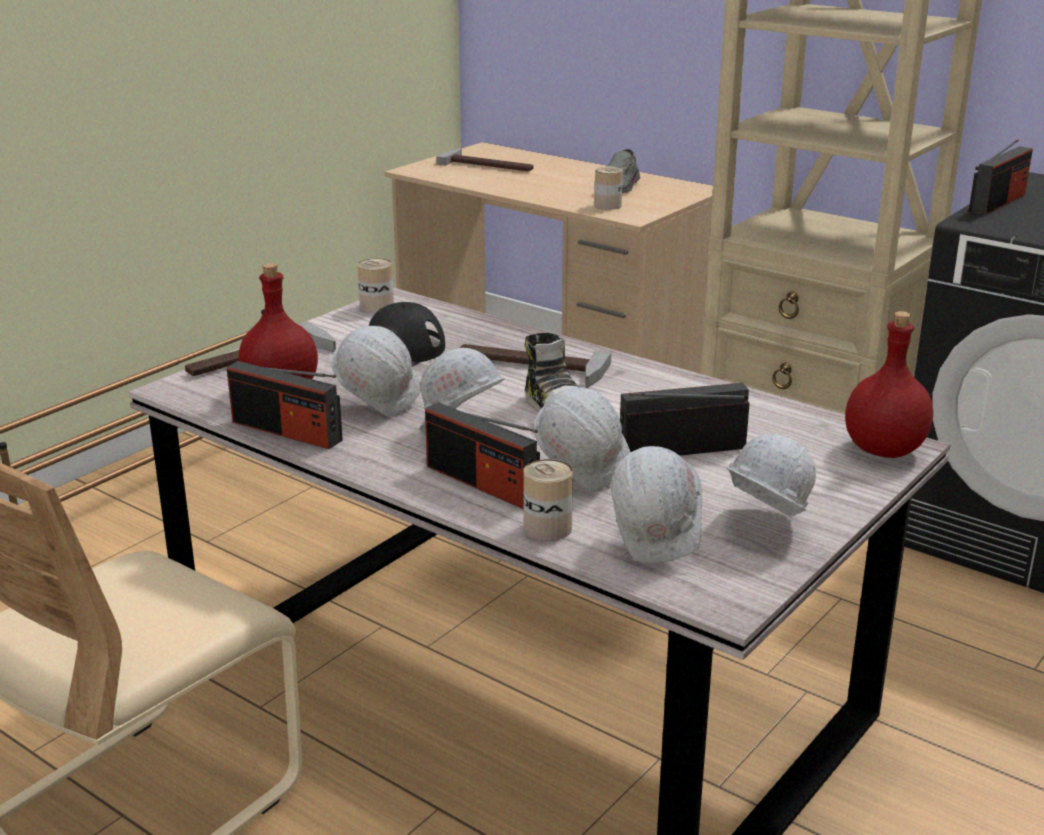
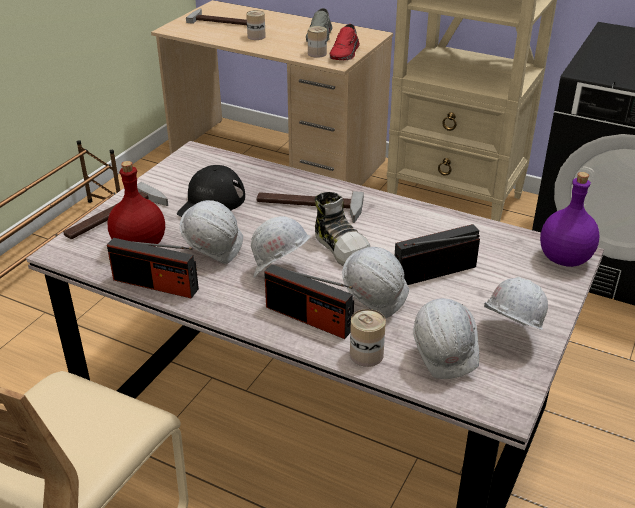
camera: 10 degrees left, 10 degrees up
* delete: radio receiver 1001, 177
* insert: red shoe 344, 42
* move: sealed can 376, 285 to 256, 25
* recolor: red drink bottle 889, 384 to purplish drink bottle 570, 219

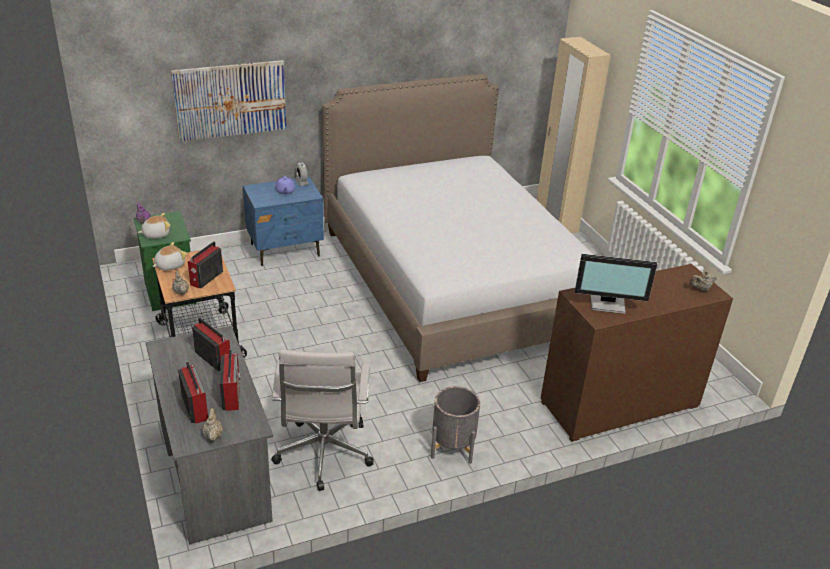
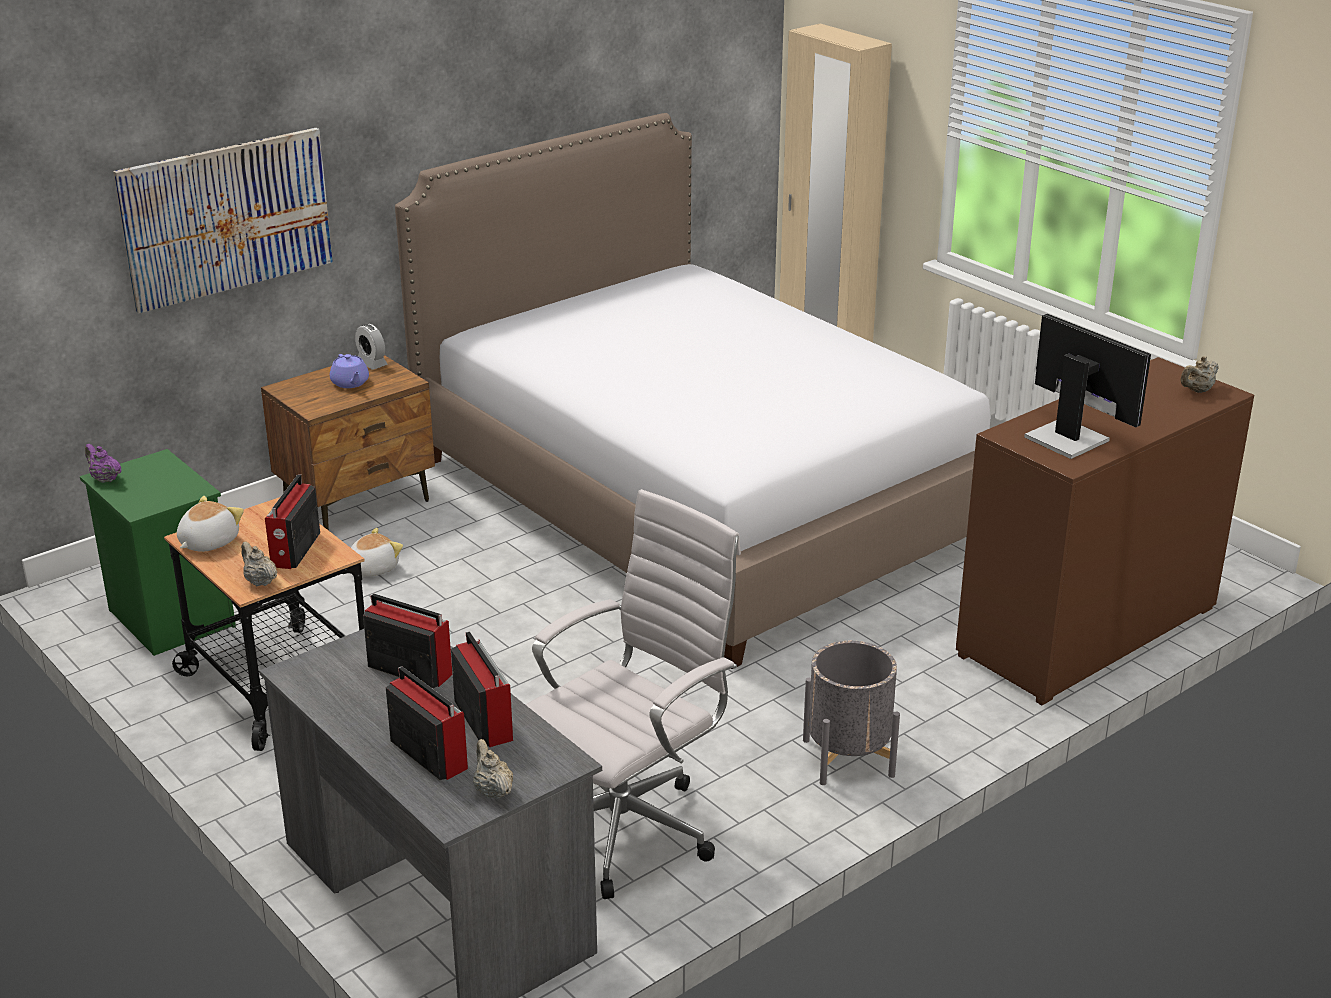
camera: 15 degrees left, 5 degrees down
* move: cuddly toy 154, 225 to 377, 552
* recolor: blue-coloured bedside table 283, 221 to brown bedside table 348, 443
* rotate: whitish desk chair 323, 420 = 633, 694 120 degrees counterclockwise
* rotate: computer display 616, 284 = 1087, 386 120 degrees counterclockwise

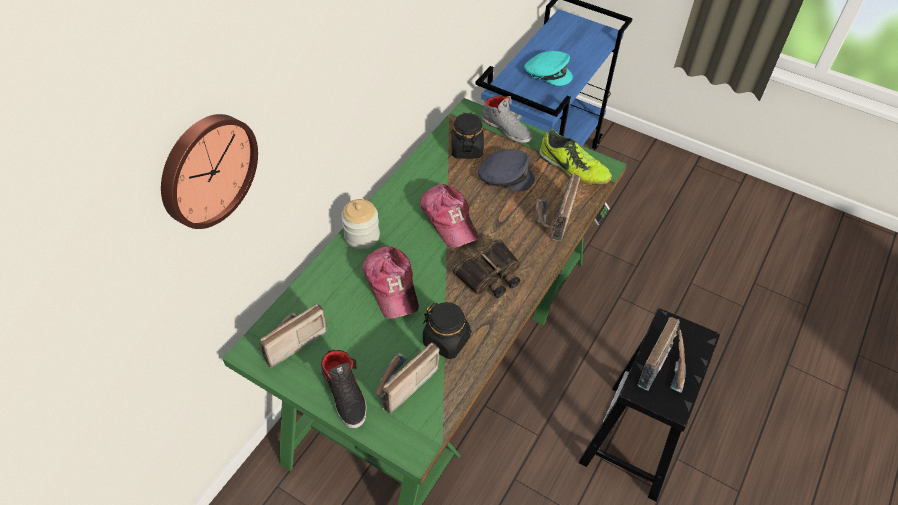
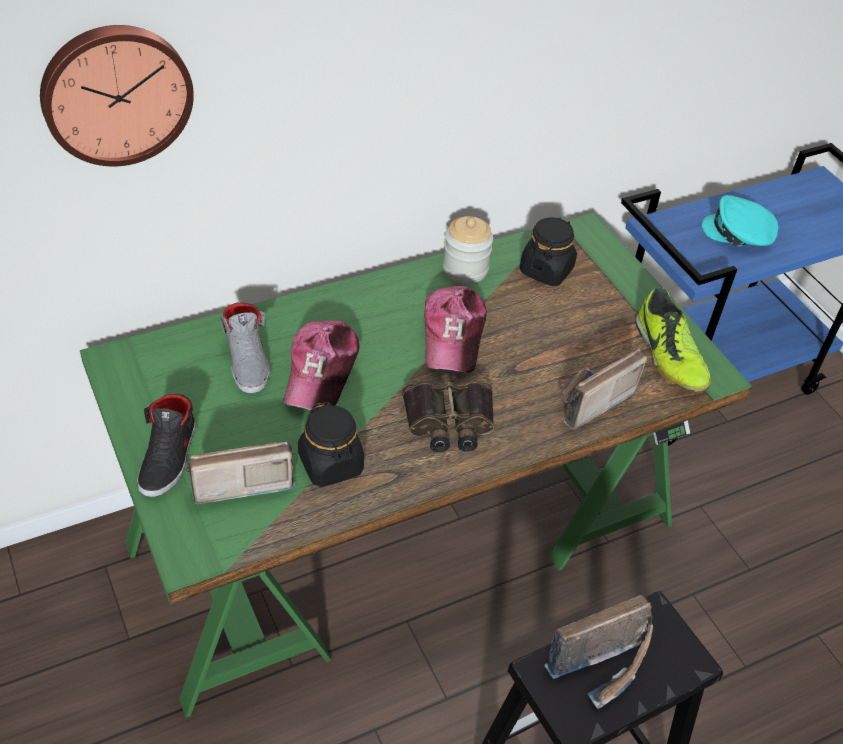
camera: 30 degrees right, 5 degrees down
* delete: radio receiver 293, 336
* delete: greyish baseball cap 506, 170
* move: jar 360, 224 to 468, 250
* move: greyish shoe 507, 119 to 244, 347
* rotate: blue-green baseball cap 548, 68 = 740, 221 135 degrees clockwise

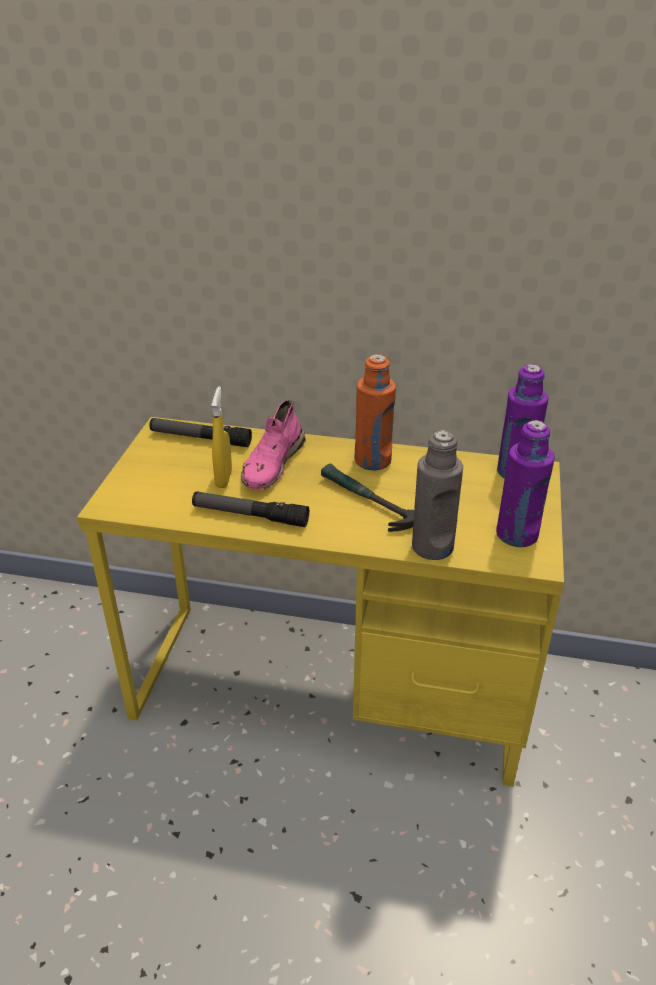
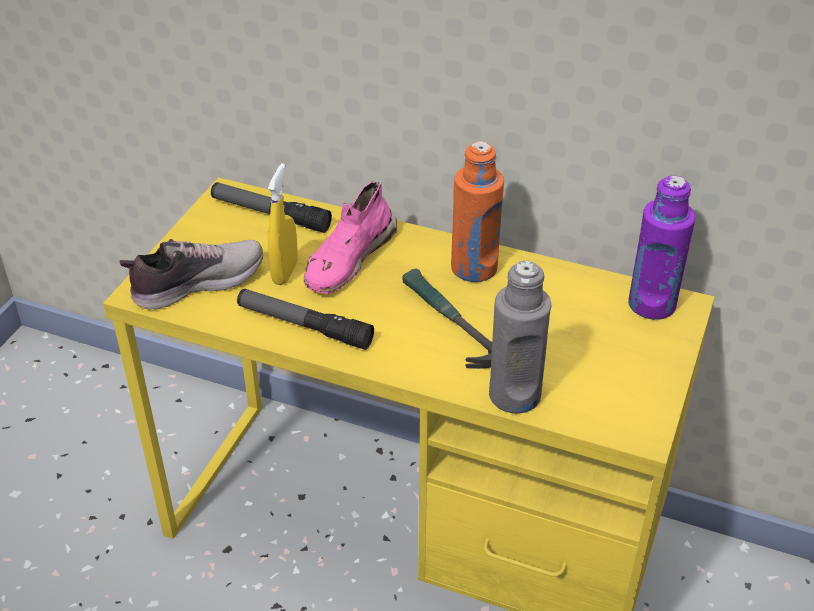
camera: 10 degrees right, 5 degrees up
* delete: purplish drink bottle 525, 483
* insert: shoe 191, 274

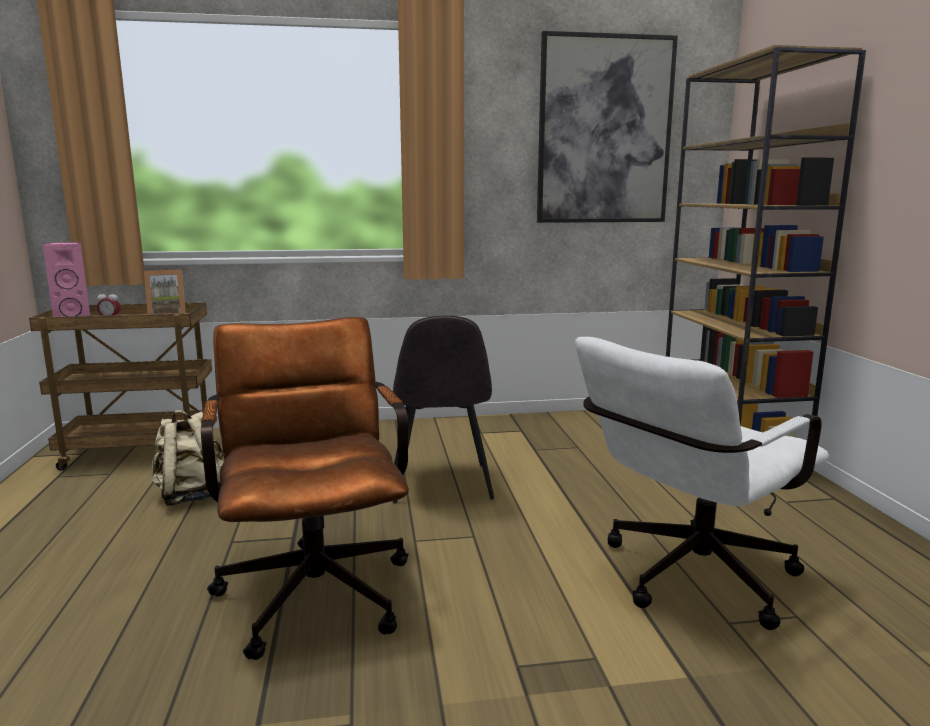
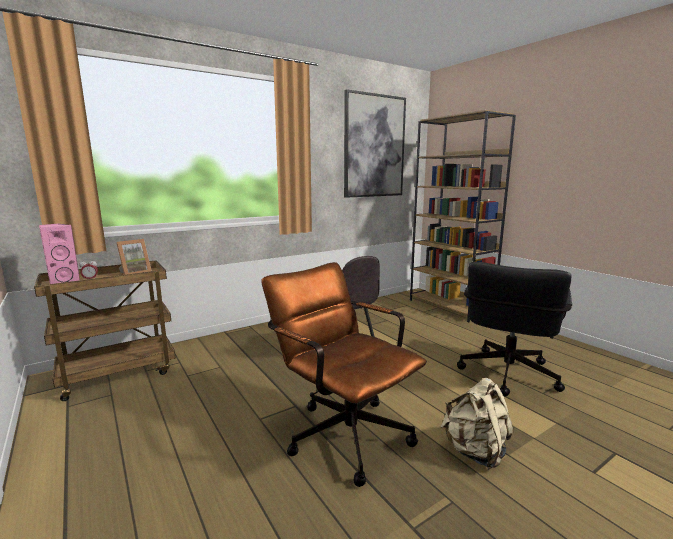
camera: 25 degrees left, 0 degrees up
* move: beige rucksack 188, 458 to 477, 424
* recolor: whitish desk chair 702, 483 to blackish desk chair 514, 329

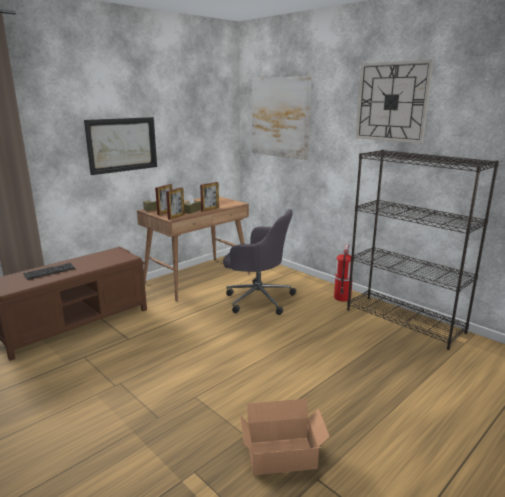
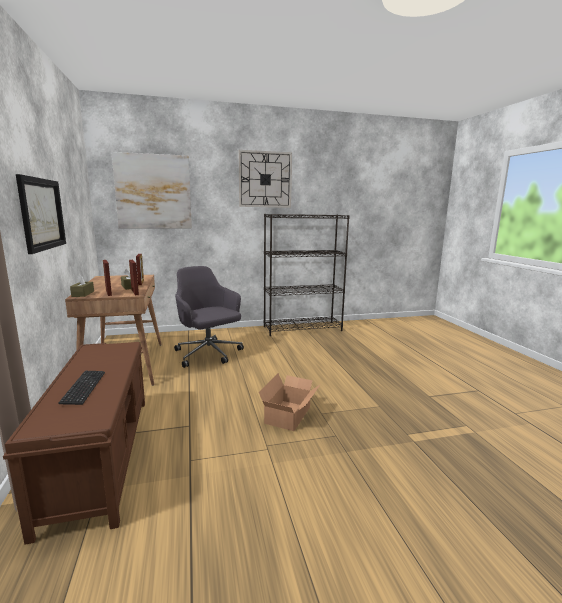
camera: 60 degrees left, 5 degrees down
* delete: fire extinguisher 344, 272
* move: cardboard box 285, 437 to 290, 402
* rotate: greyish desk chair 259, 262 = 209, 317 90 degrees counterclockwise

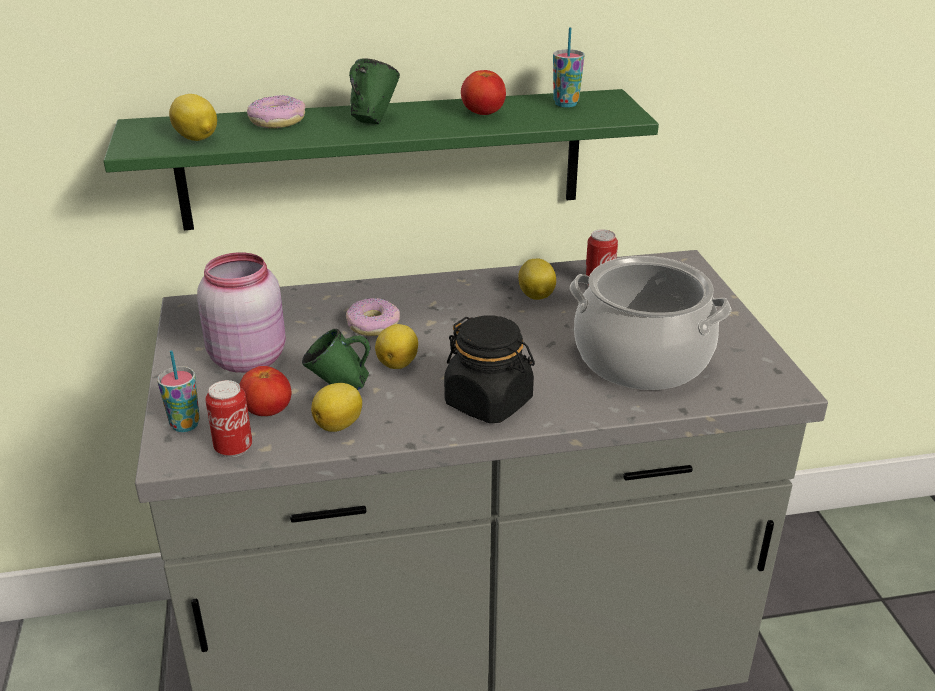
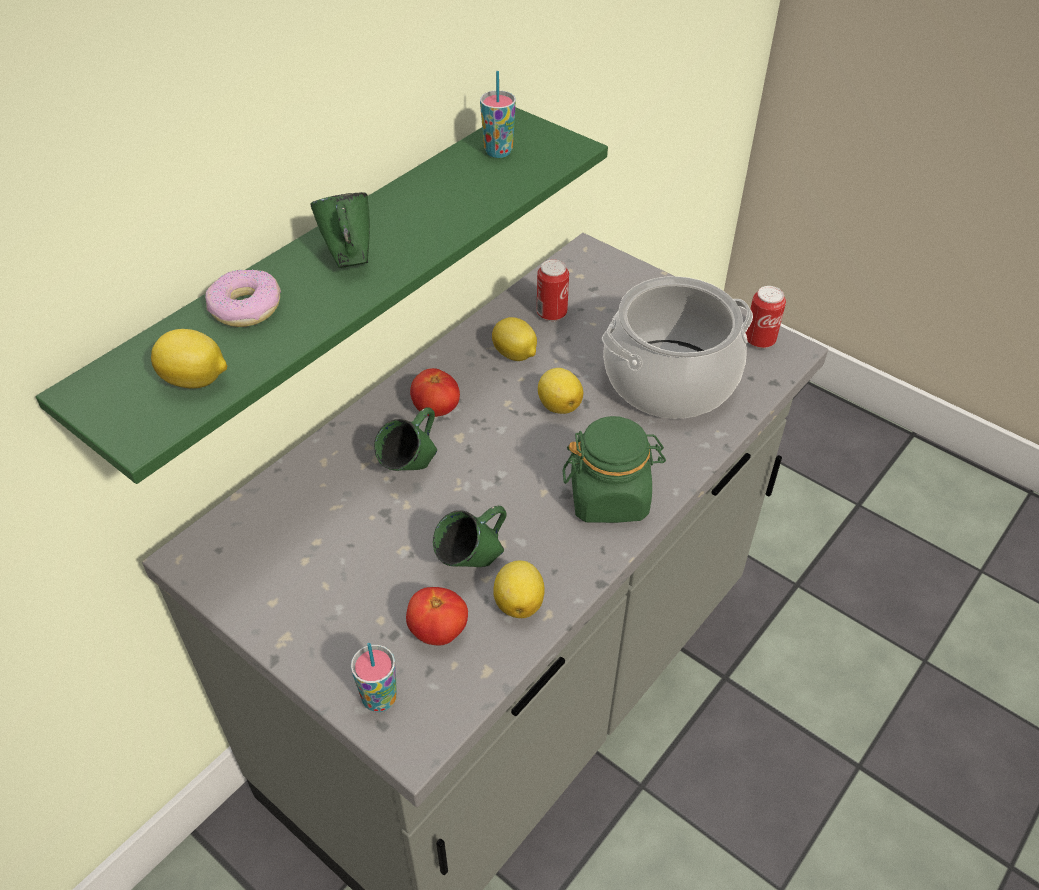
camera: 40 degrees left, 15 degrees up
* delete: pink-coloured jar 241, 312
* move: sealed can 228, 418 to 766, 317
* move: whole lemon 396, 346 to 560, 391
* move: whole tomato 483, 92 to 435, 392
* replace: doughnut 373, 317 to green tea mug 405, 439
* recolor: blackish jar 489, 369 to green jar 614, 469

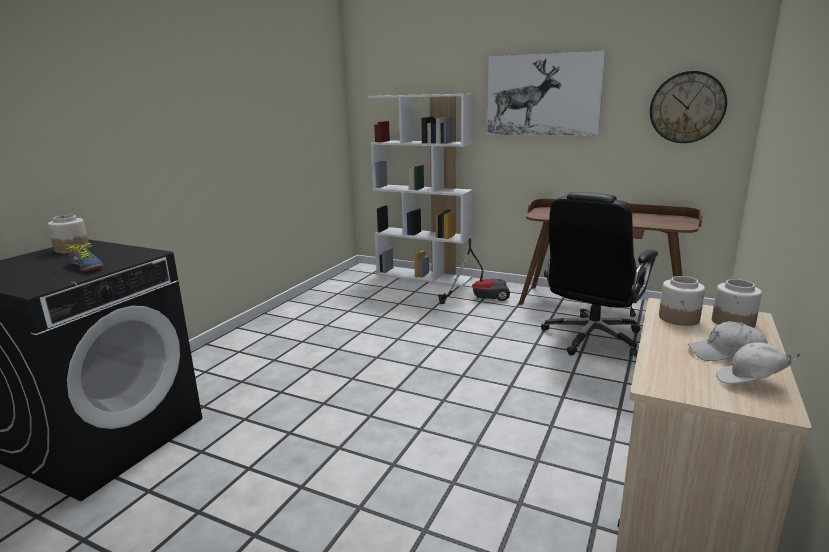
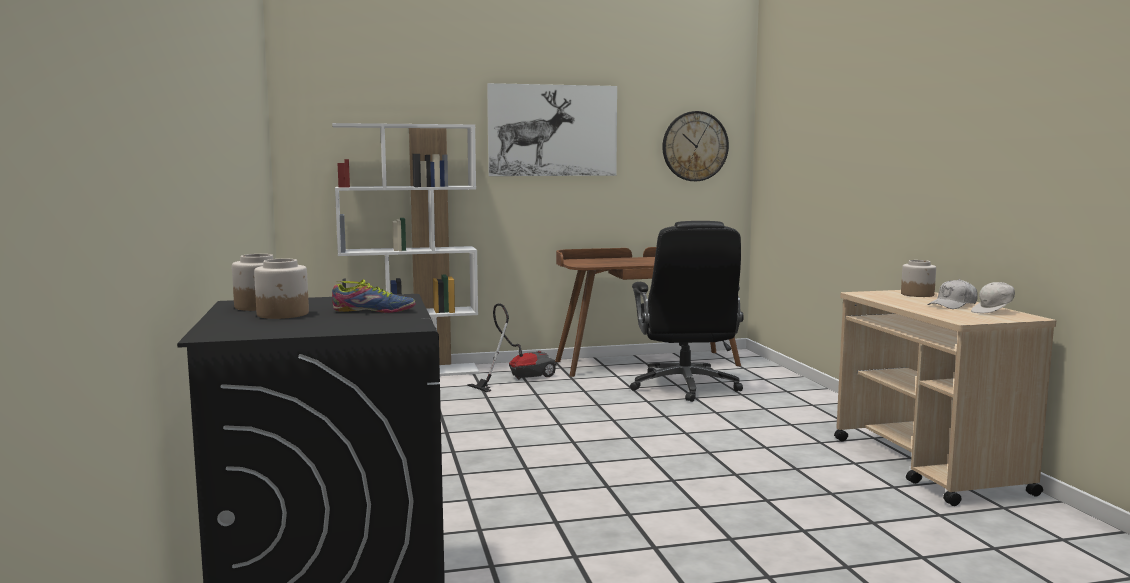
camera: 40 degrees left, 10 degrees down
* move: jar 682, 301 to 281, 289

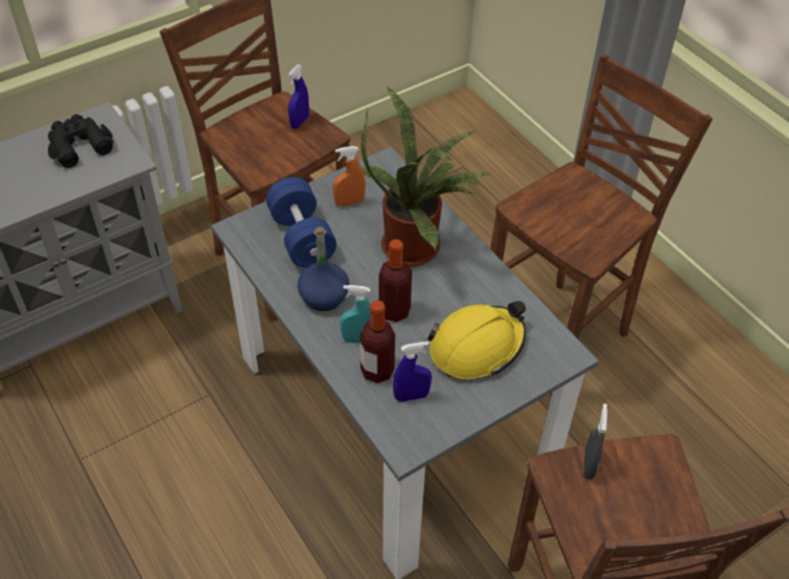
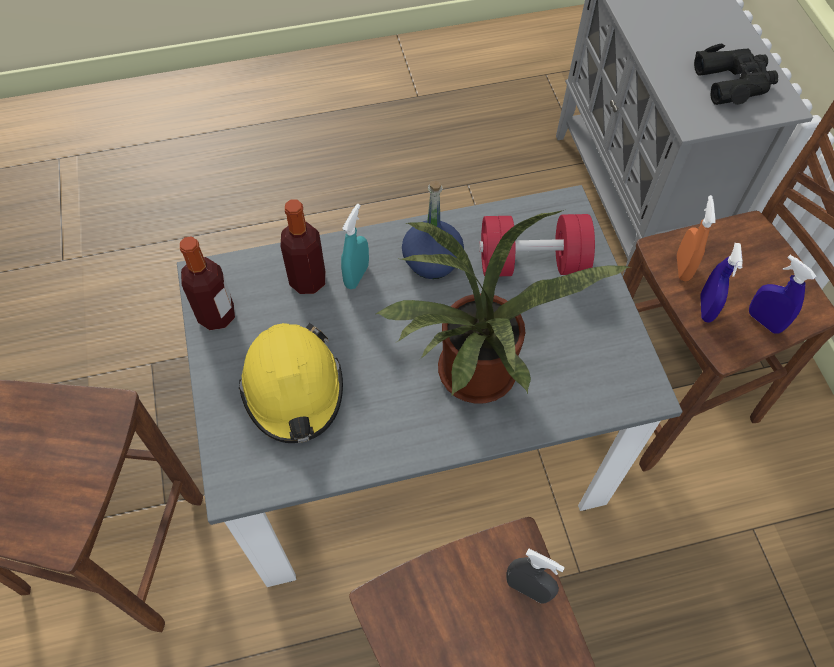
camera: 110 degrees right, 10 degrees up
* move: orange-coloured sprayer 349, 176 to 696, 238
* move: drink bottle 395, 280 to 207, 283
* move: blue-coloured sprayer 412, 372 to 722, 283
* move: greyish sprayer 595, 442 to 536, 576
* recolor: blue-coloured hand weight 301, 222 to red hand weight 537, 245

